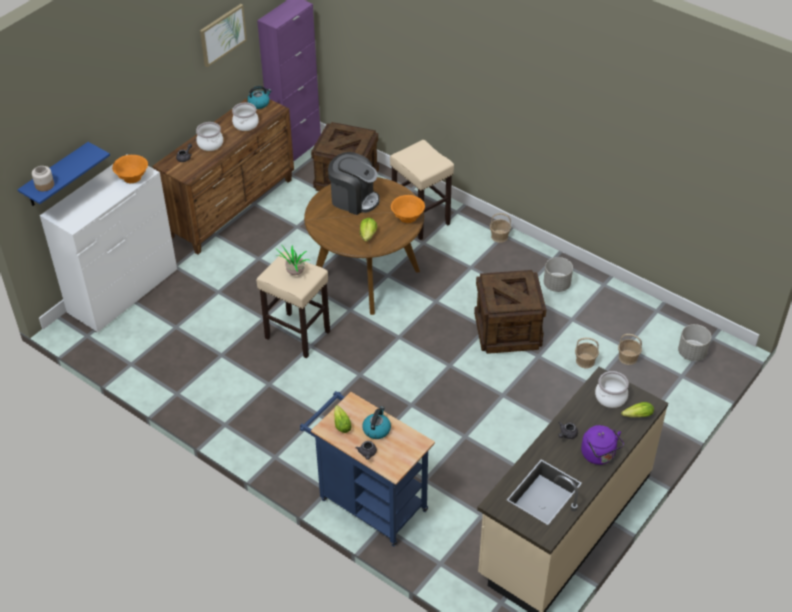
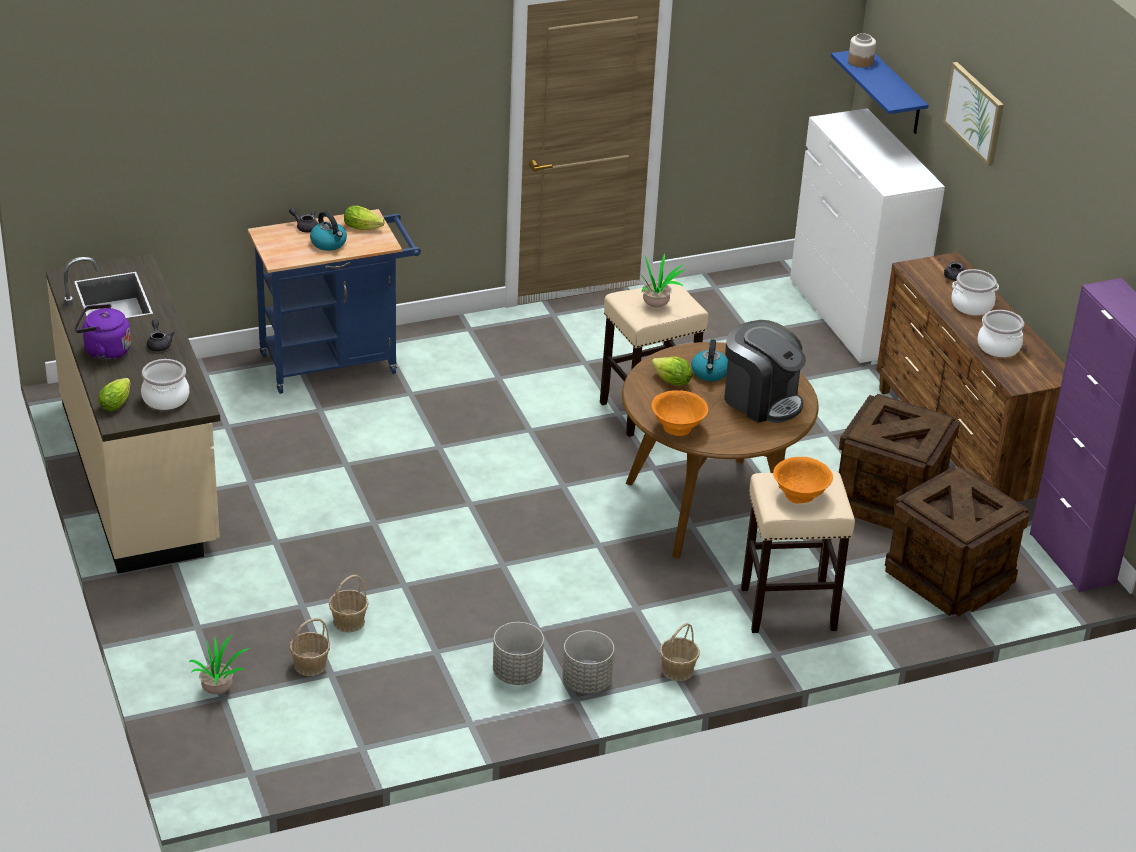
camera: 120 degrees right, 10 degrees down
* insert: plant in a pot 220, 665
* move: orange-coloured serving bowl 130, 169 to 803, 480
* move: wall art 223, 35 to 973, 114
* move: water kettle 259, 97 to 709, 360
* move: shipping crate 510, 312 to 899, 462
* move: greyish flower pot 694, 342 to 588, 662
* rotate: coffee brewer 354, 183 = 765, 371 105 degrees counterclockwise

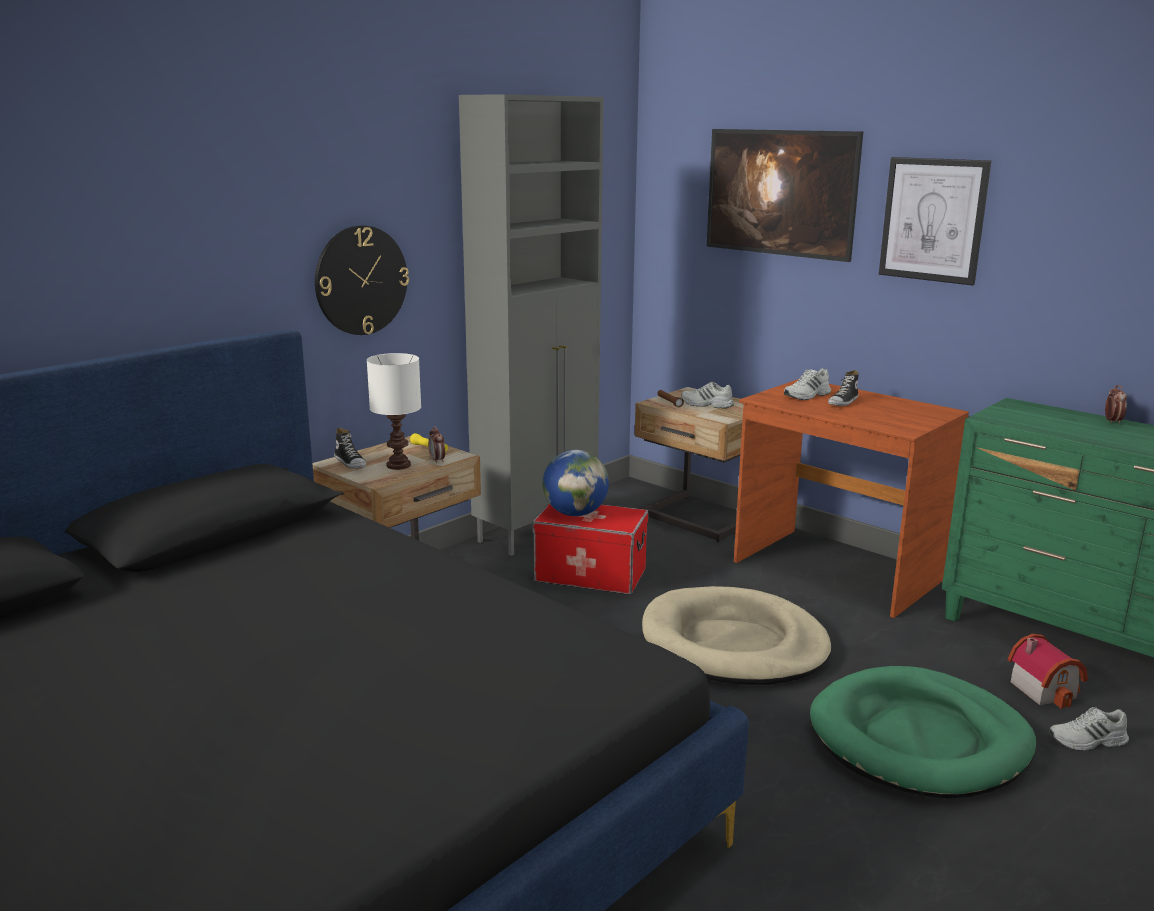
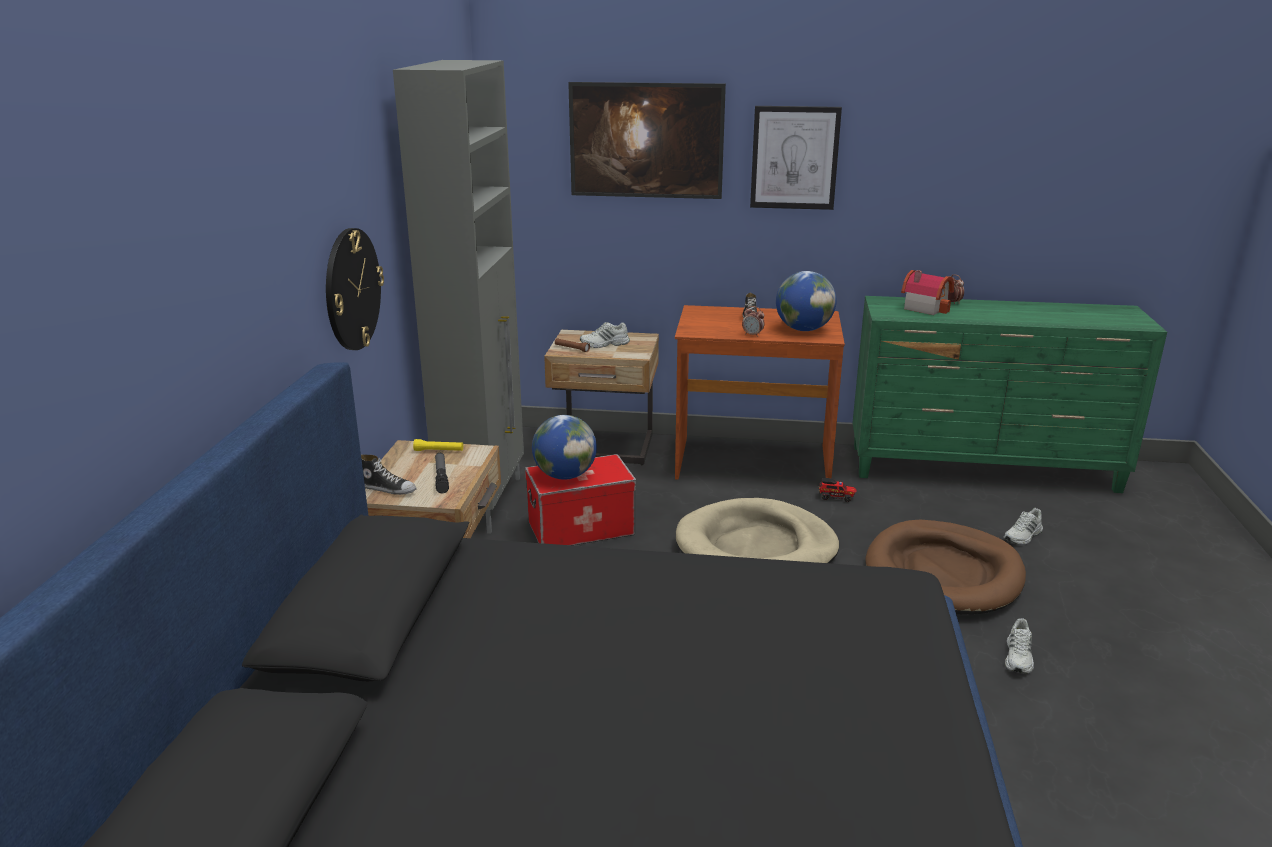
camera: 35 degrees left, 5 degrees up
* insert: globe 806, 301
* insert: toy lorry 838, 490
* move: table clock 436, 445 to 753, 321
* move: whitish shoe 807, 384 to 1019, 646
* move: miniature house 1047, 671 to 927, 292
* replace: whitish table lamp 394, 411 to flashlight 442, 473
* recolor: green pet bed 923, 732 to brown pet bed 945, 567

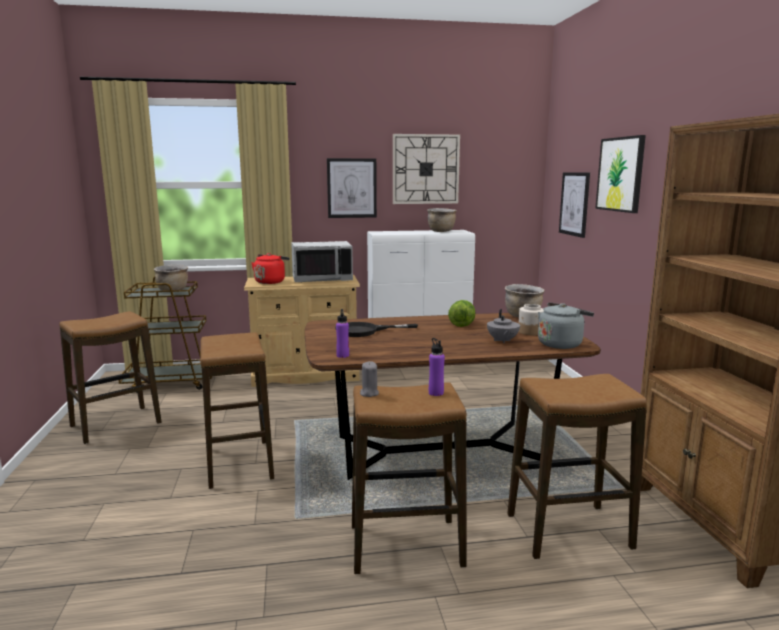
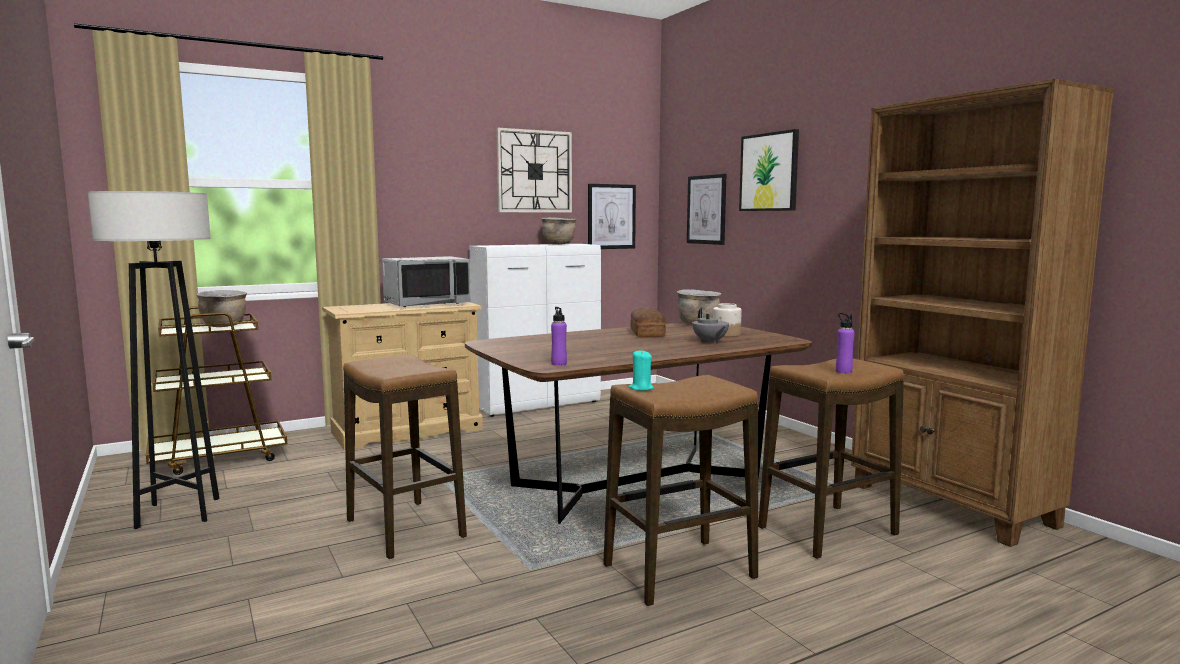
camera: 20 degrees left, 5 degrees down
* delete: red water kettle 270, 268
* delete: blackish skillet 376, 329
* delete: greyish water kettle 566, 325
* move: wall art 352, 188 to 612, 216
* move: purplish drink bottle 437, 367 to 845, 343
* replace: stool 110, 377 to greyish standard lamp 154, 360
* replace: lettuce head 461, 313 to baked bread 648, 322
* recolor: greyish candle 369, 379 to blue-green candle 641, 370

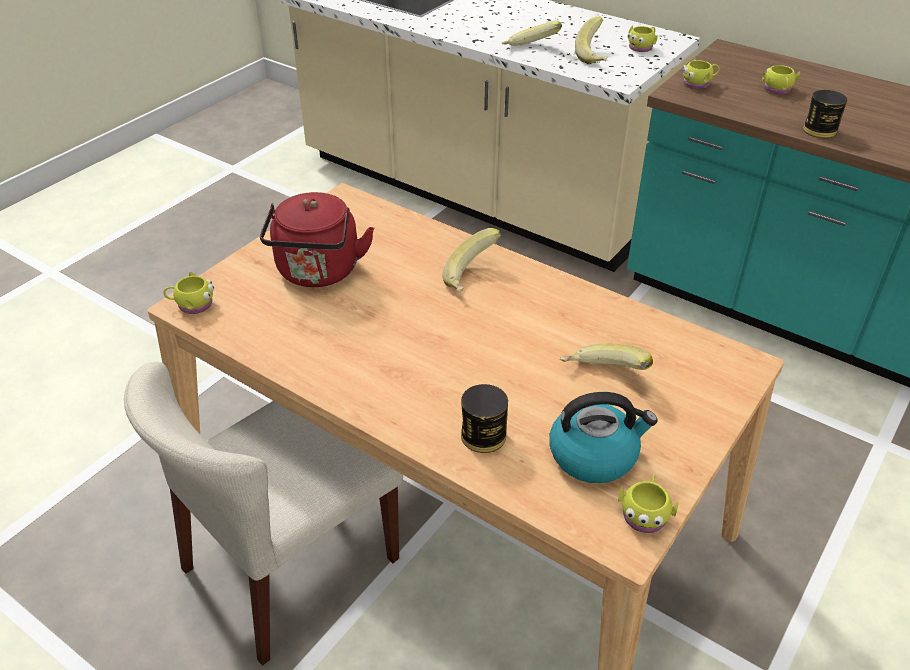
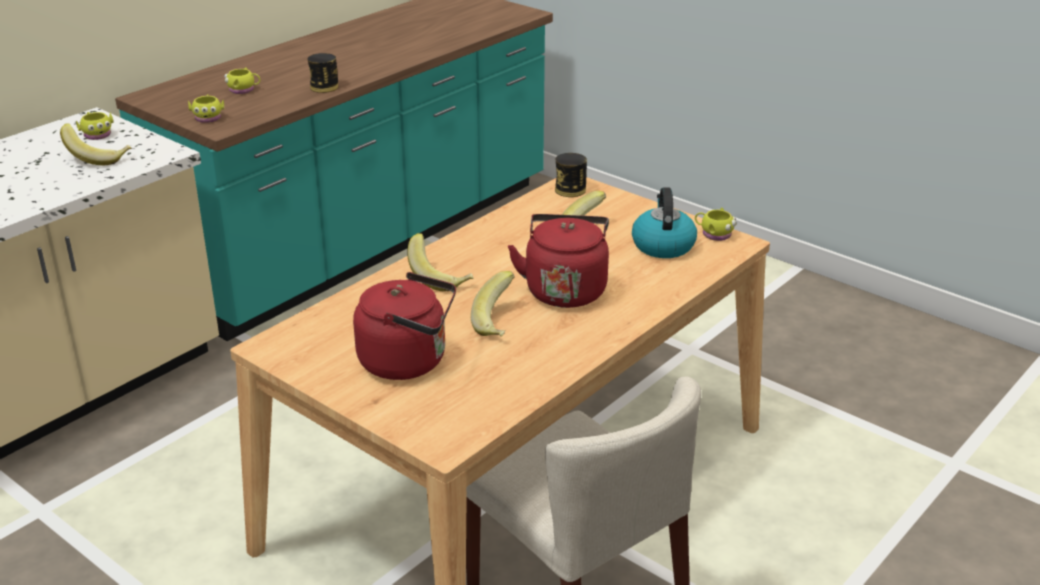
camera: 85 degrees left, 10 degrees down
* delete: yellowish tea mug 188, 293
* insert: red water kettle 558, 261
* move: sealed can 484, 418 to 571, 175
* move: banana 532, 33 to 493, 304

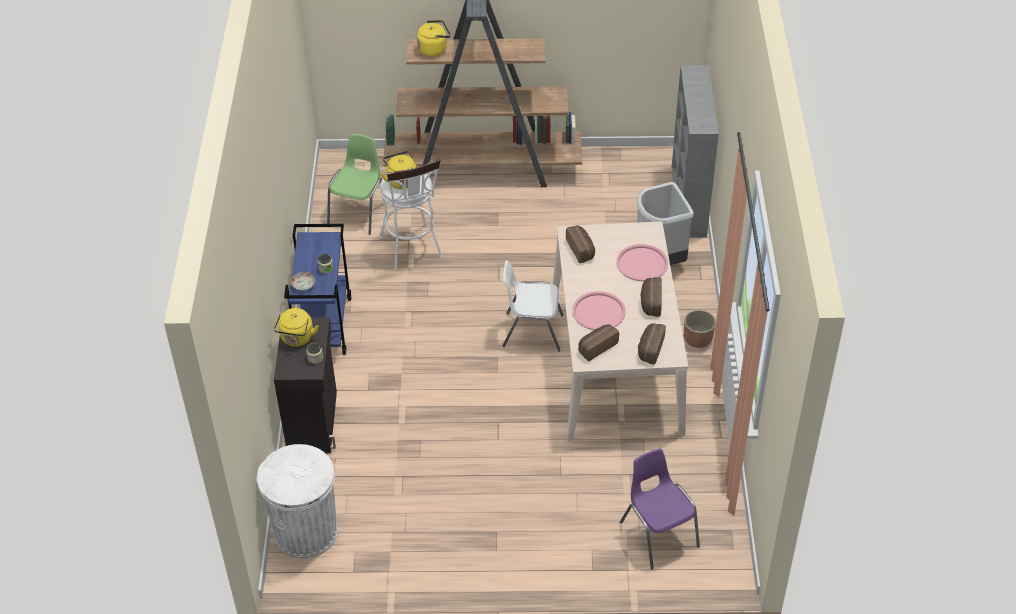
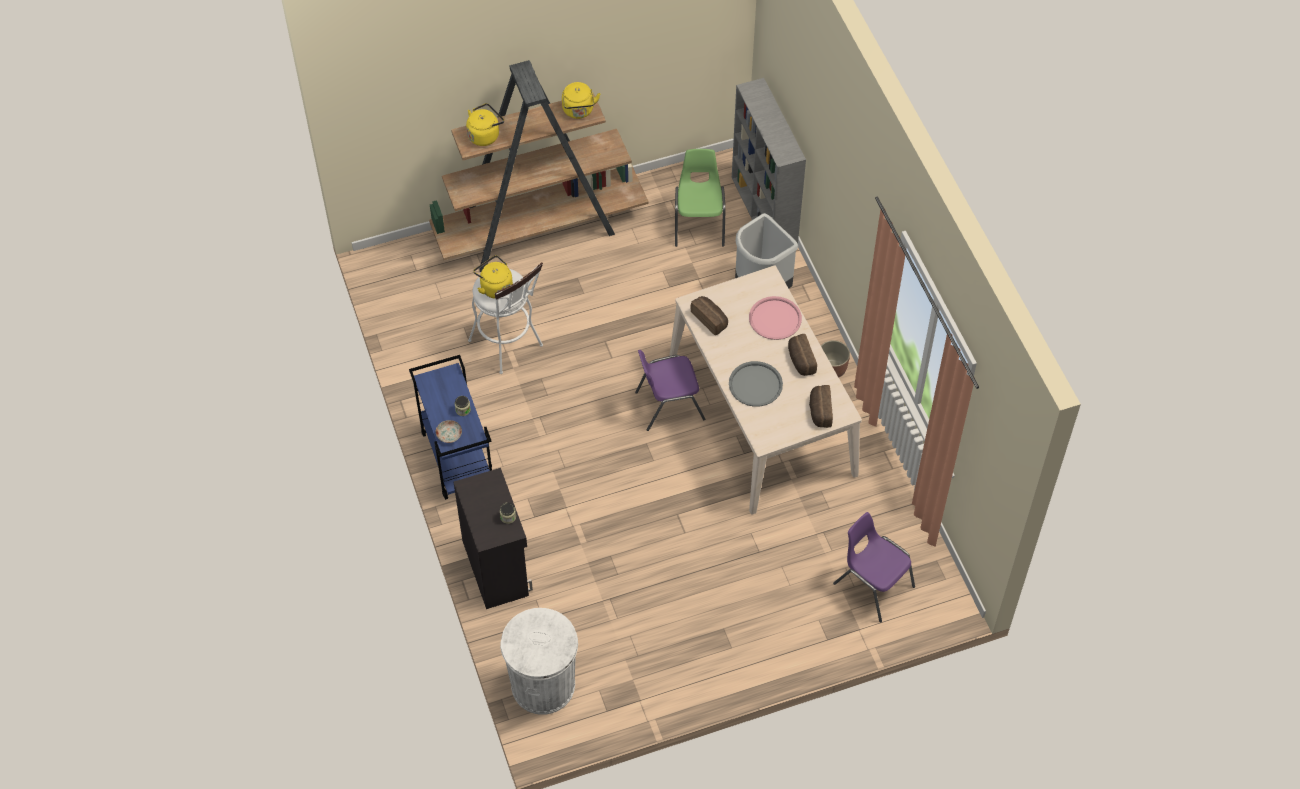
camera: 20 degrees left, 10 degrees up
* delete: baked bread 598, 342
* move: yellowish water kettle 296, 327 to 581, 100
* move: green plain chair 354, 184 to 700, 198
* recolor: whitish plain chair 533, 306 to purplish plain chair 670, 390
* recolor: pink-coloured tray 599, 310 to greyish tray 756, 383

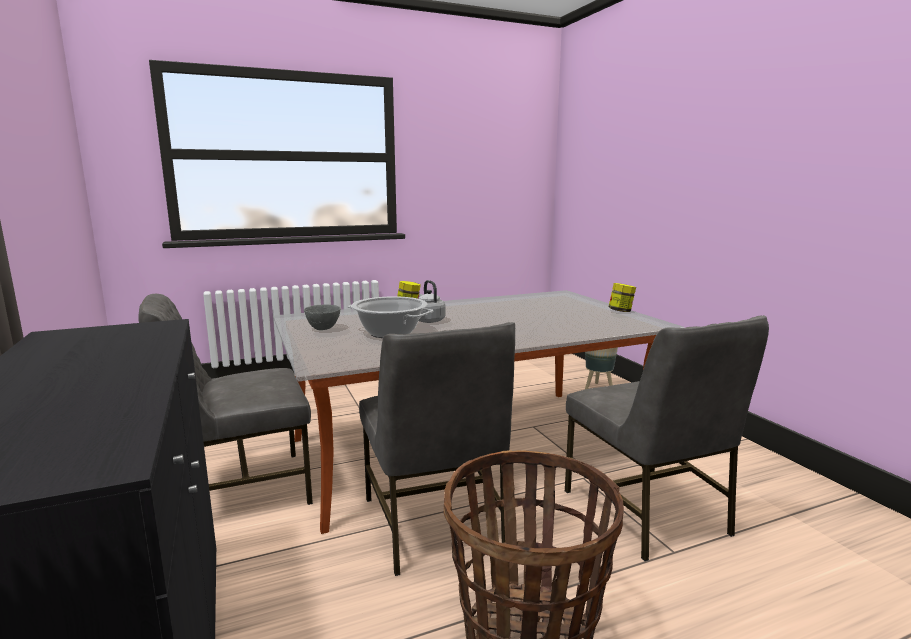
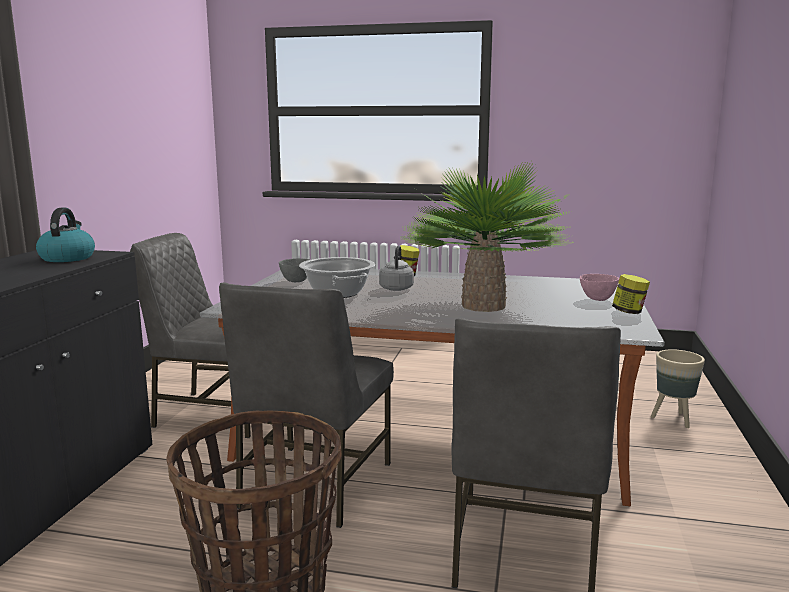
camera: 35 degrees right, 0 degrees up
* insert: water kettle 65, 235
* insert: plant in a pot 484, 236
* insert: pink-coloured serving bowl 599, 287

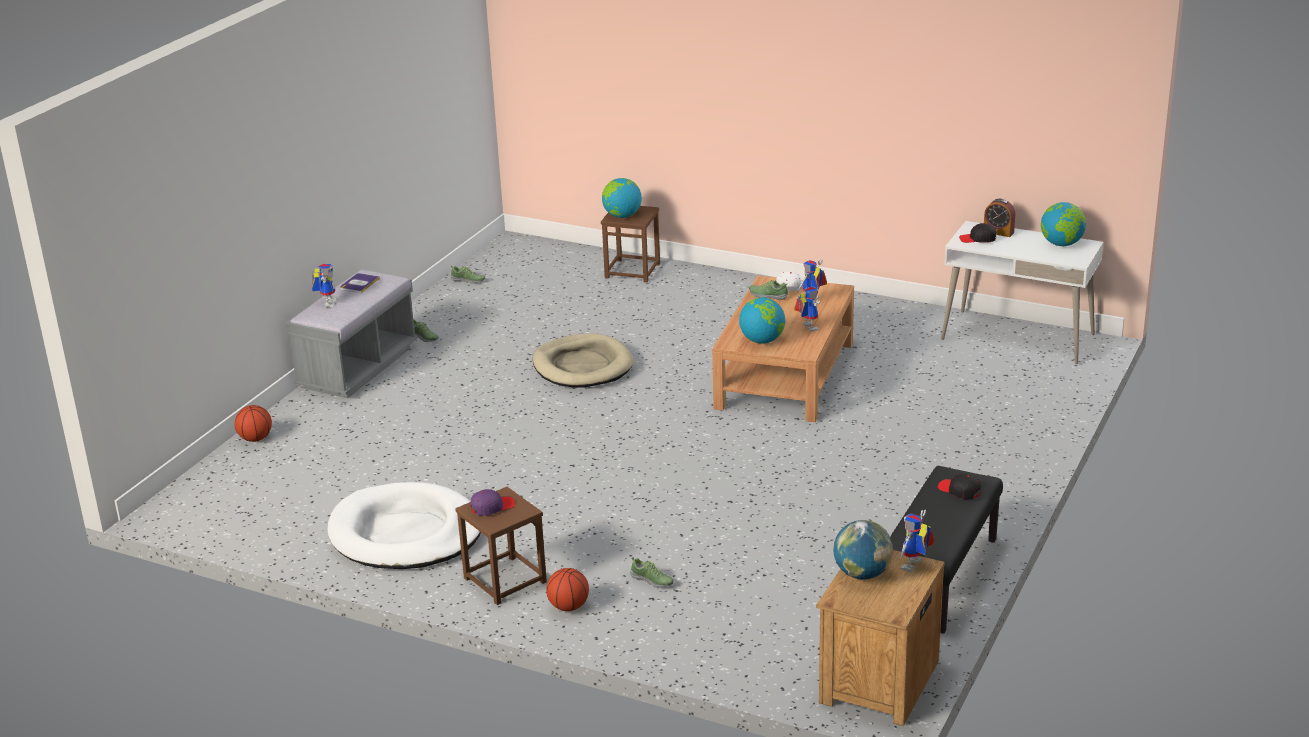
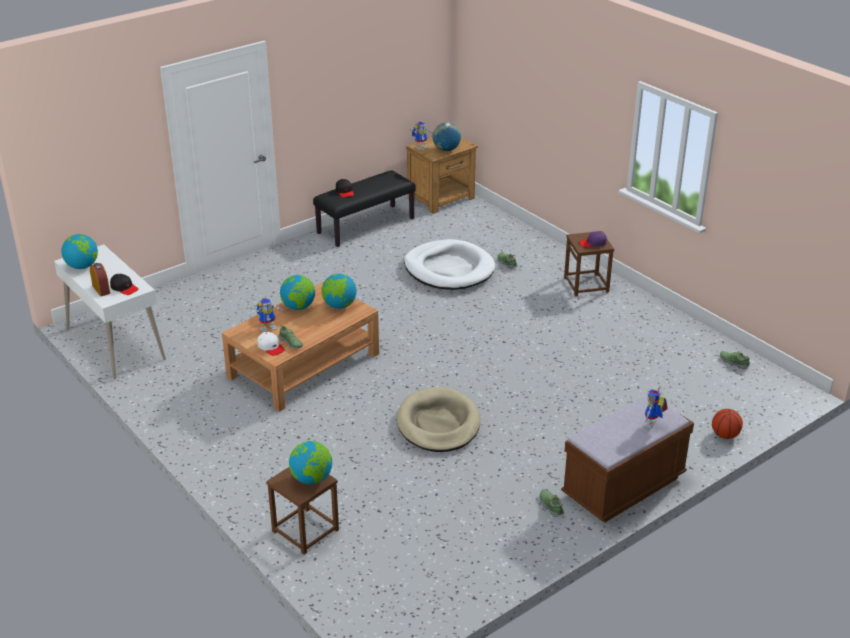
camera: 155 degrees left, 5 degrees up
* delete: bound book 360, 283
* delete: ball for basketball 567, 589
* move: whitish pet bed 404, 525 to 449, 264
* move: shoe 467, 275 to 735, 360
* replace: toy robot 807, 308 to globe 297, 292
* recolor: greyish long seat 351, 334 to brown long seat 627, 459

